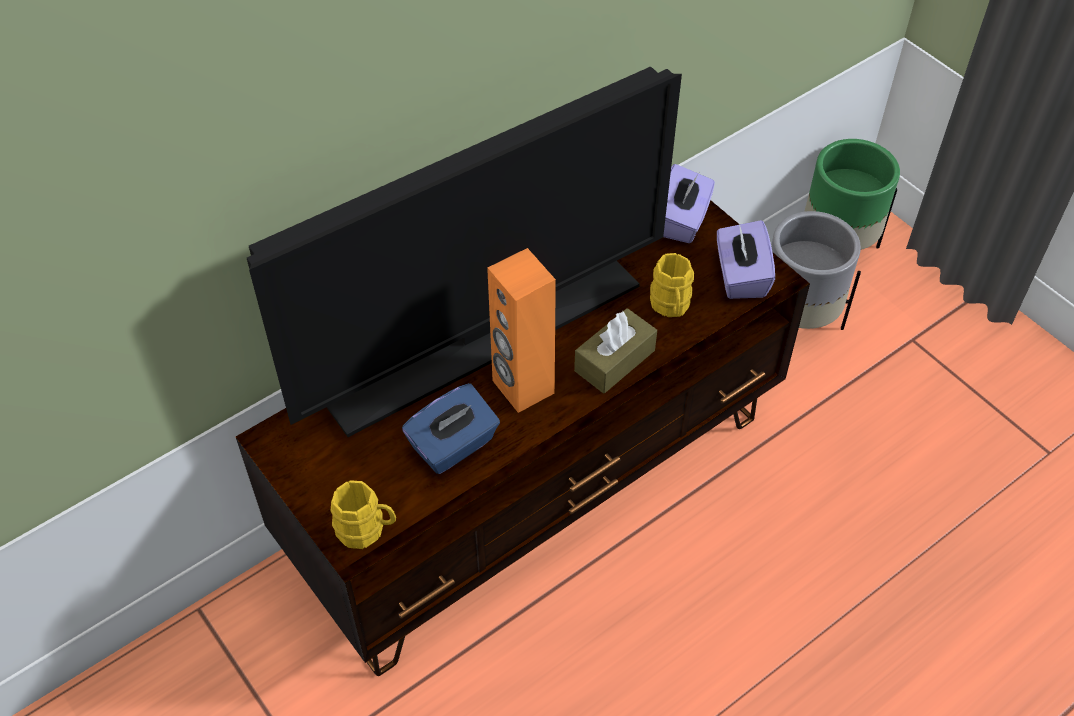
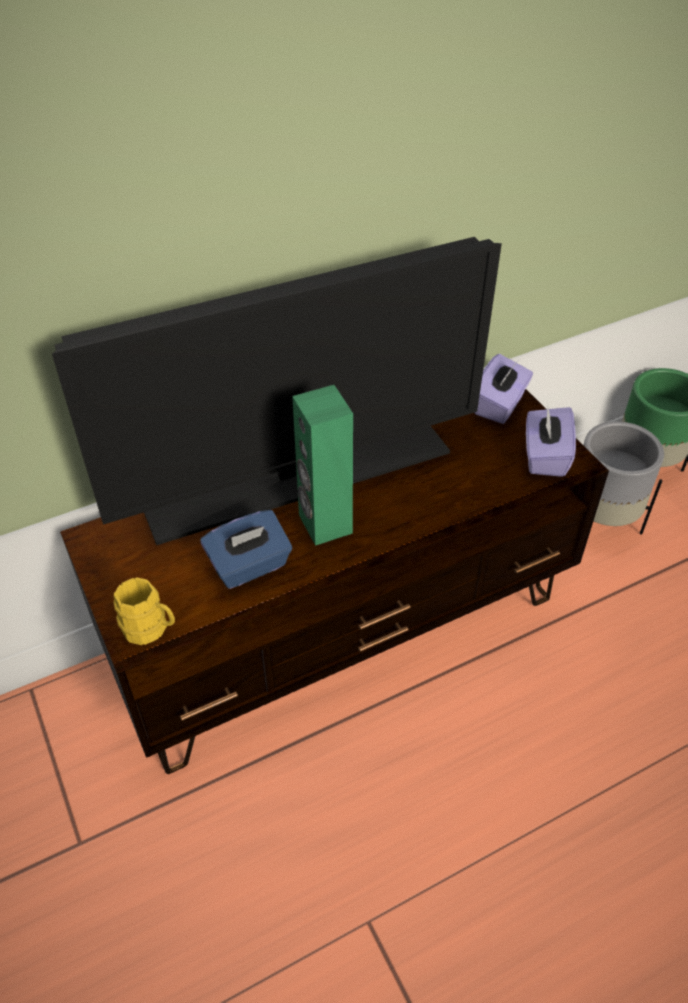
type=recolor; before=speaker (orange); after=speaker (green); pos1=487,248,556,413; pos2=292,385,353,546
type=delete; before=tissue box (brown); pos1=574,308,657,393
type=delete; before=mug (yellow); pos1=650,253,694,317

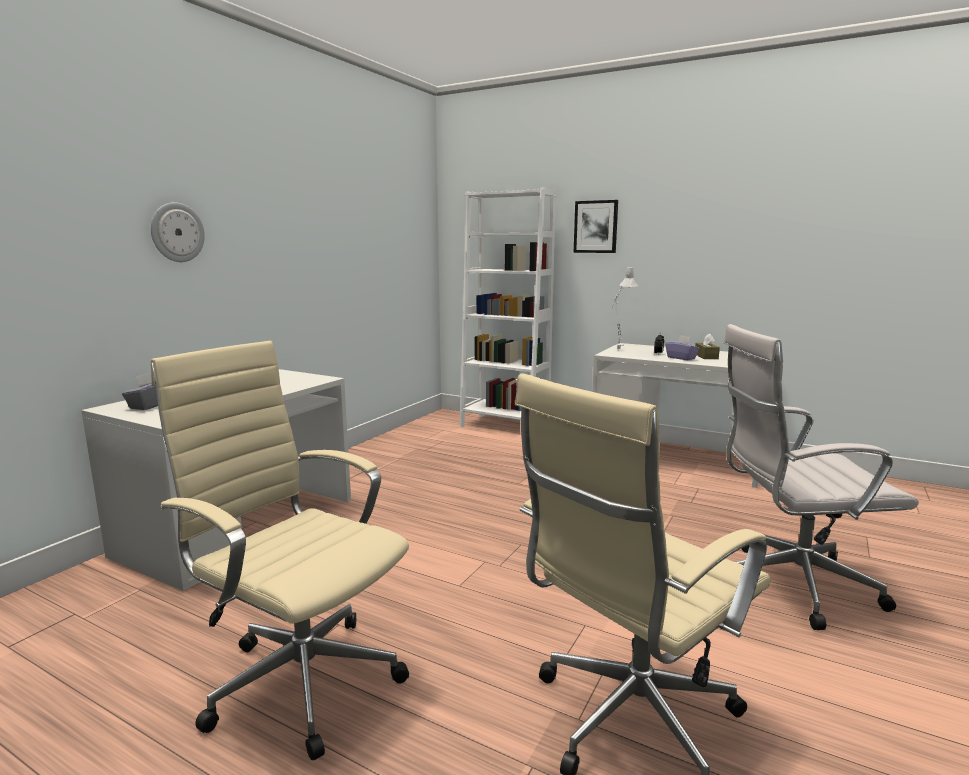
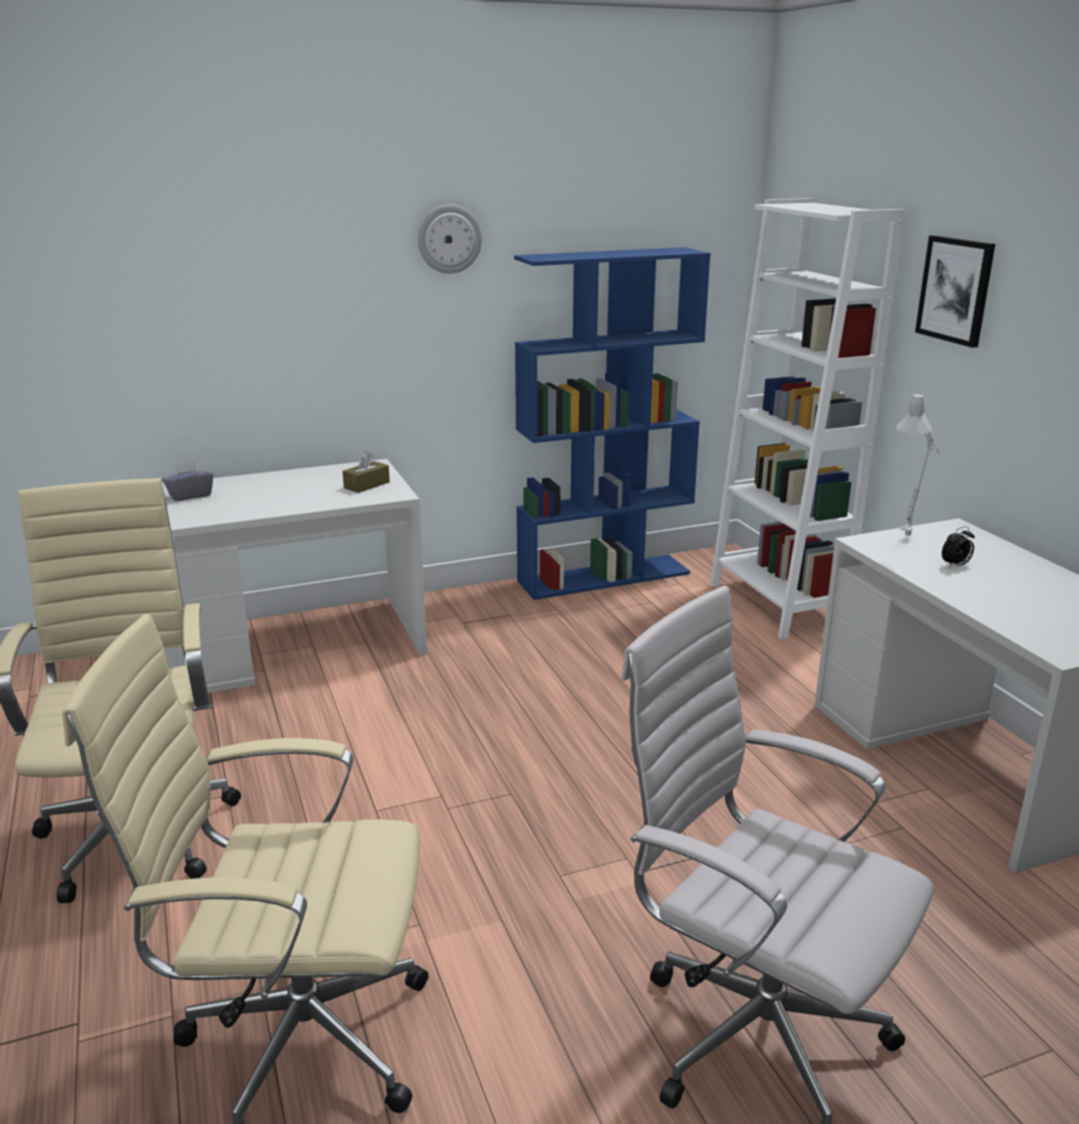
type=move; before=wall clock; pos1=151,202,205,262; pos2=418,204,482,274
type=delete; before=tissue box (purple); pos1=665,335,700,360
type=move; before=tissue box (brown); pos1=695,334,720,359; pos2=343,451,390,493
type=insert; after=bookcase (blue); pos2=514,247,711,600

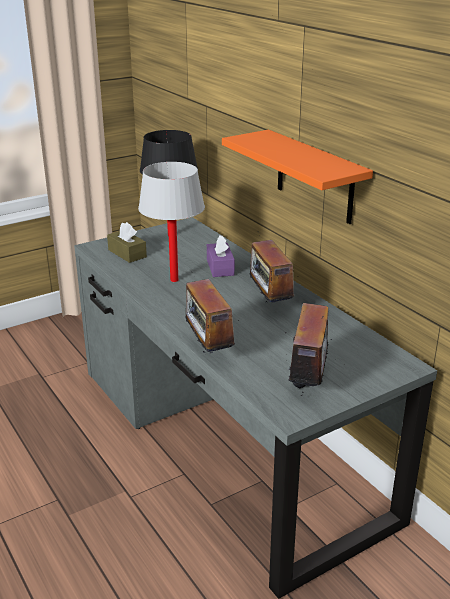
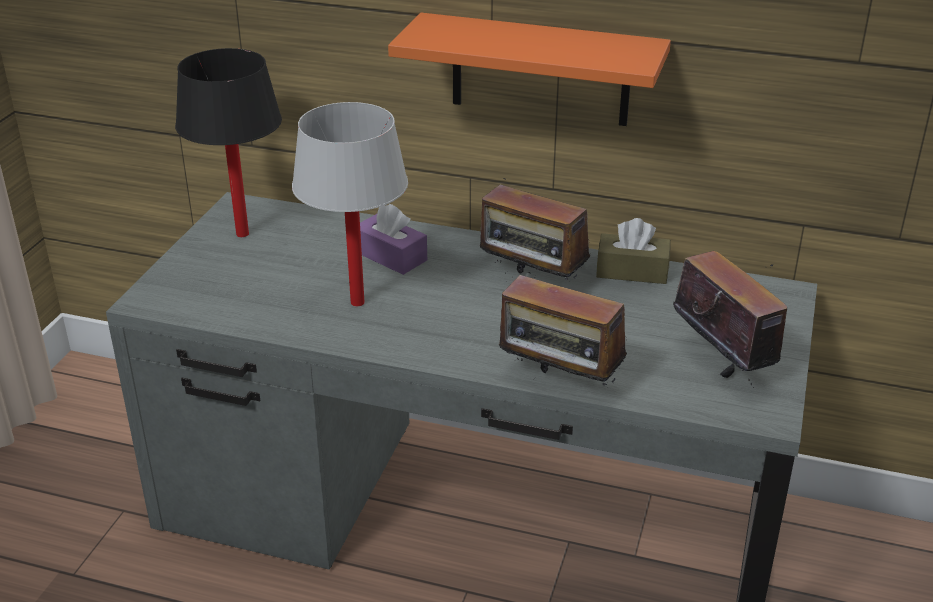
type=move; before=tissue box (brown); pos1=107,222,147,263; pos2=596,218,671,284

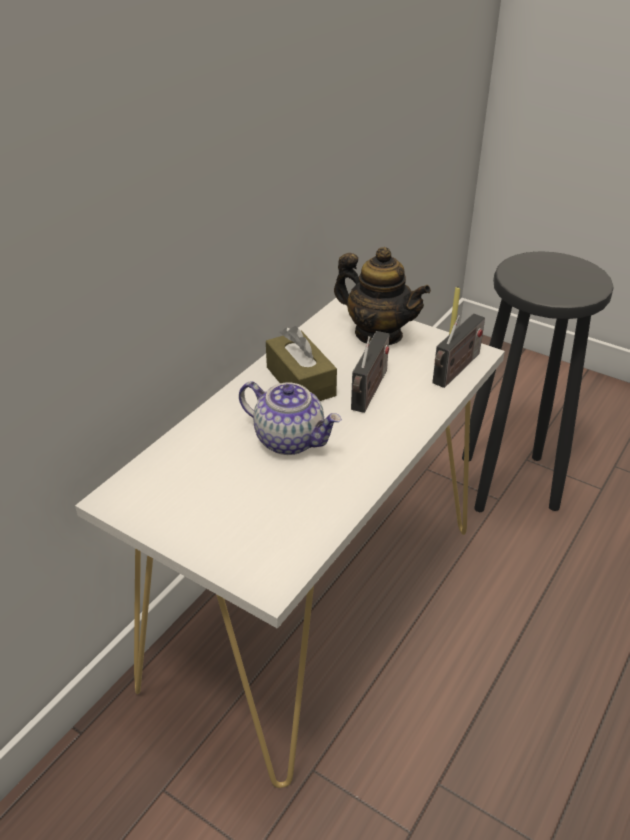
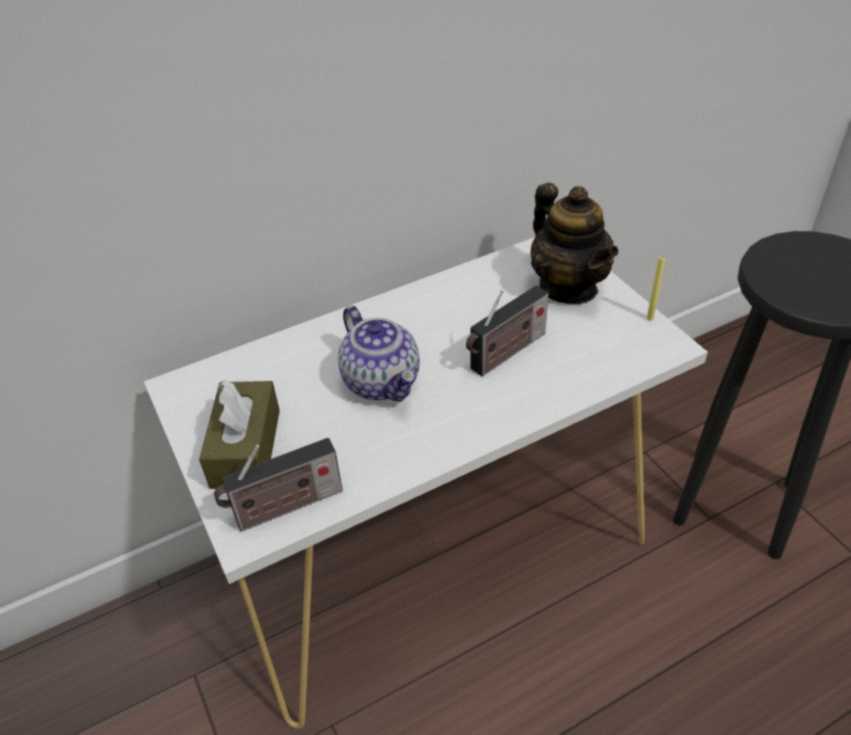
type=move; before=tissue box (brown); pos1=266,326,337,401; pos2=199,380,280,489
type=move; before=radio; pos1=432,313,485,388; pos2=214,438,343,532

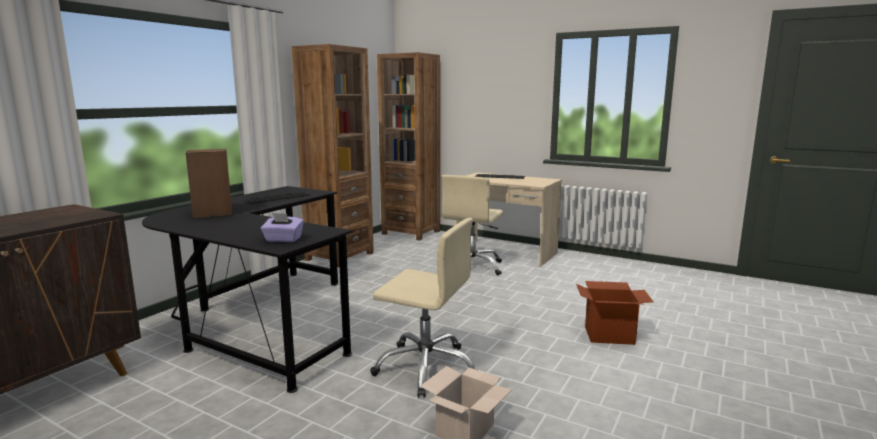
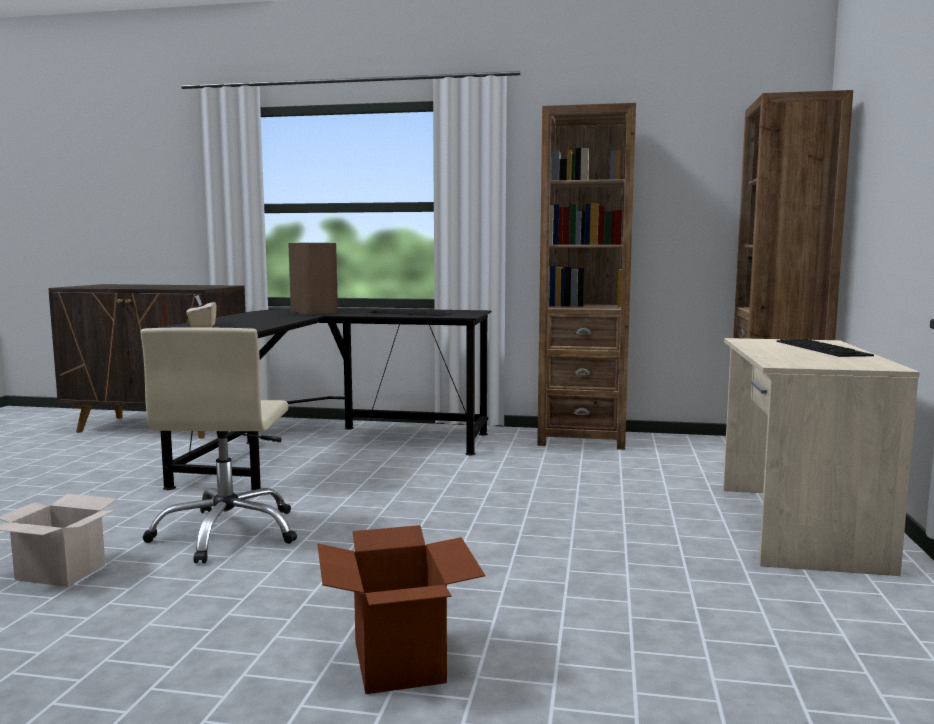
type=recolor; before=tissue box (purple); after=tissue box (beige); pos1=261,213,304,242; pos2=186,295,217,328
type=delete; before=office chair (beige); pos1=442,175,504,275

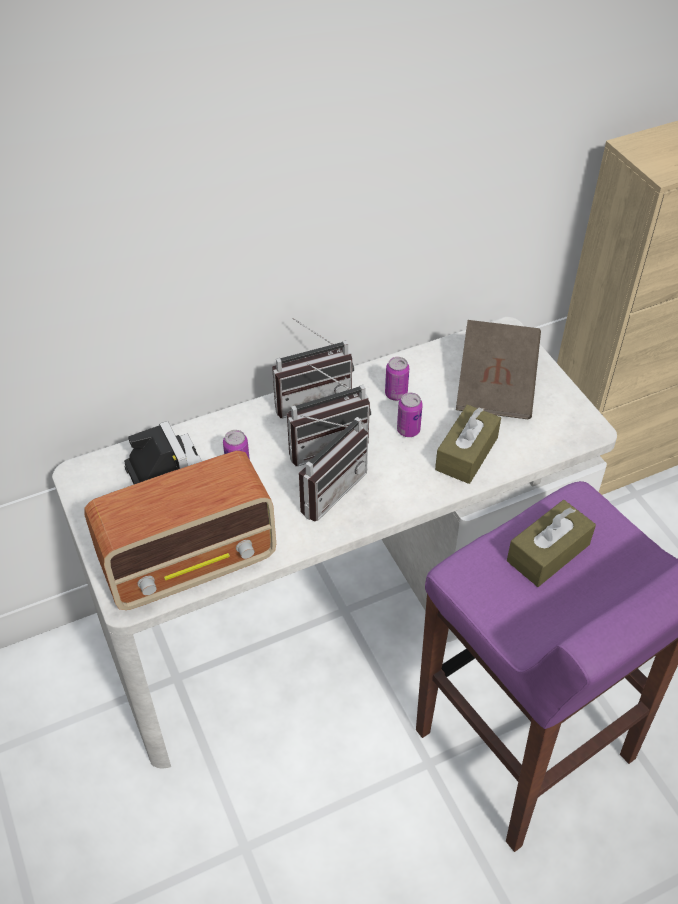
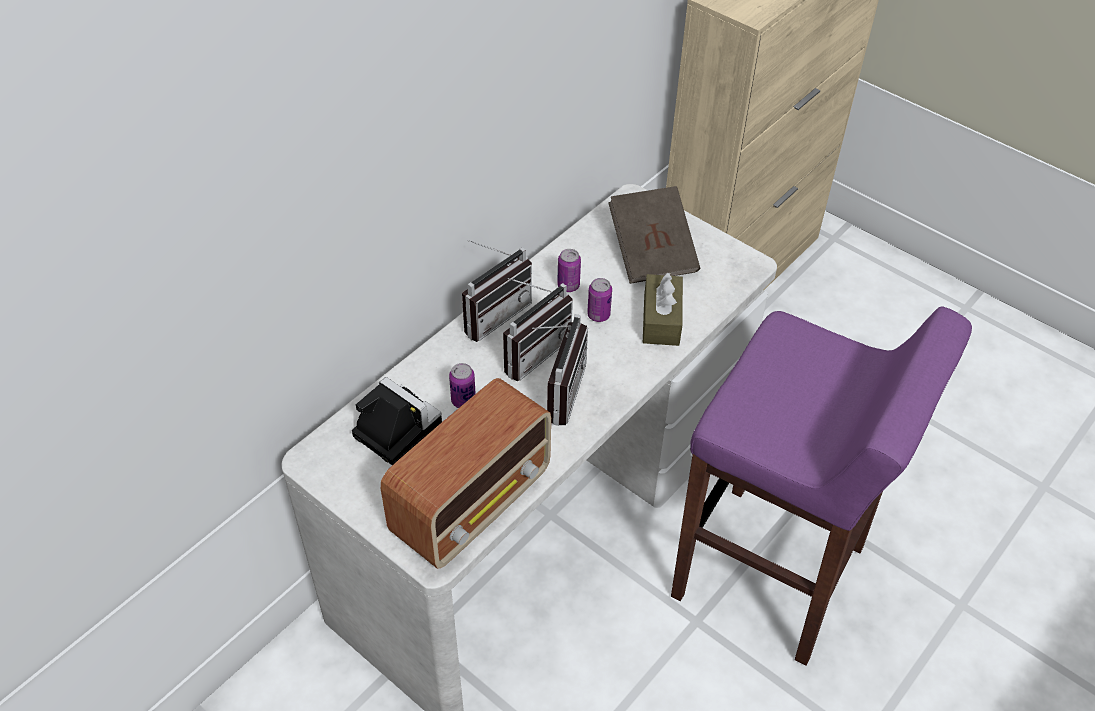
type=delete; before=tissue box (brown); pos1=507,500,596,587

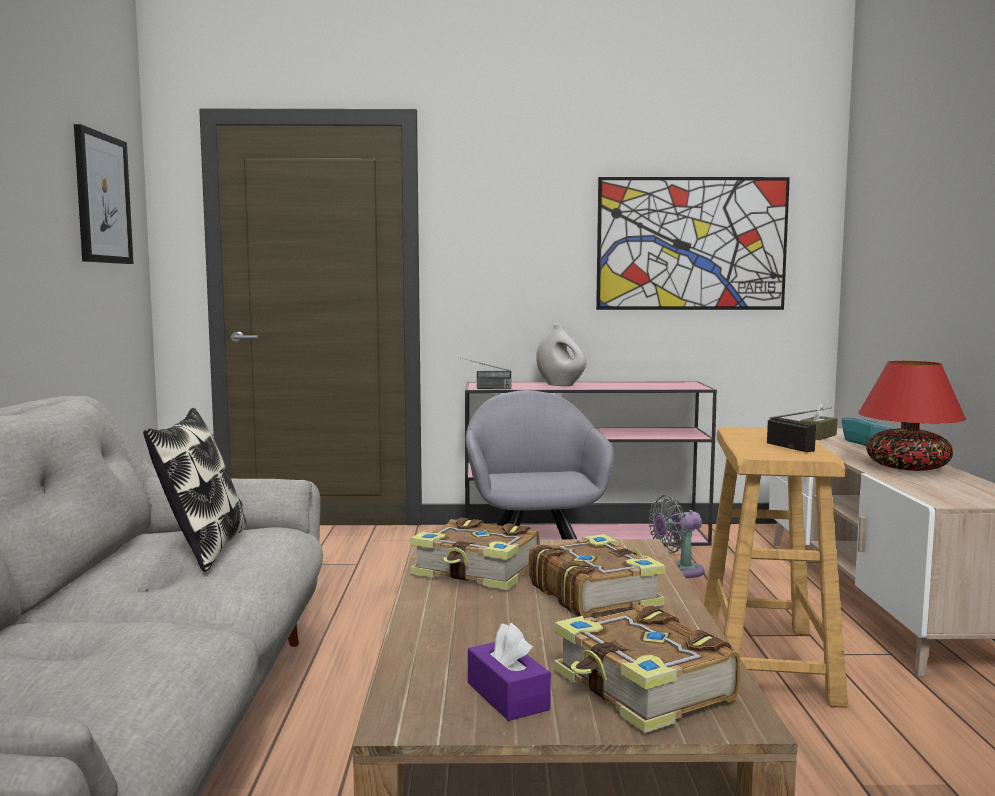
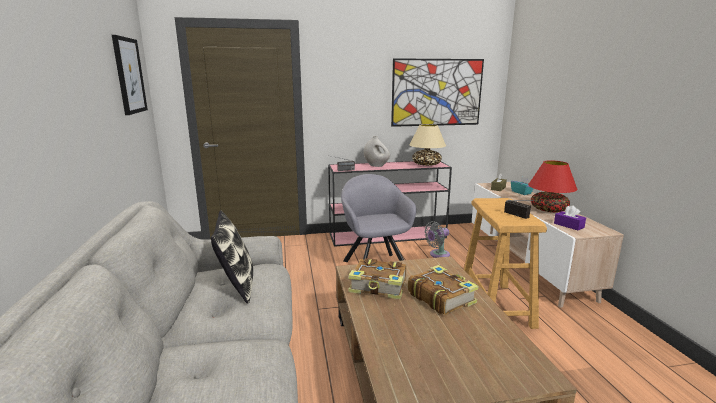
type=move; before=tissue box (purple); pos1=468,623,551,721; pos2=554,205,586,230
type=delete; before=book; pos1=554,605,741,733
type=insert; after=table lamp (beige); pos2=409,124,446,166

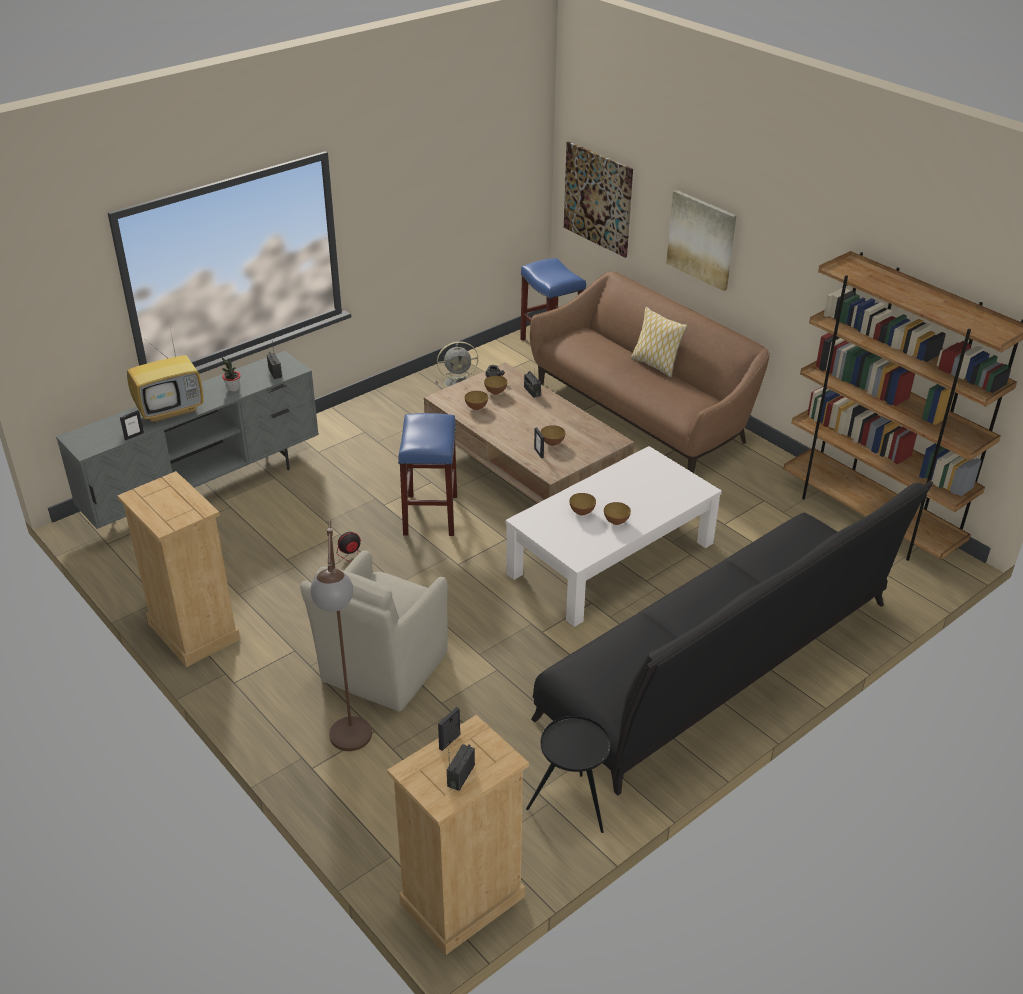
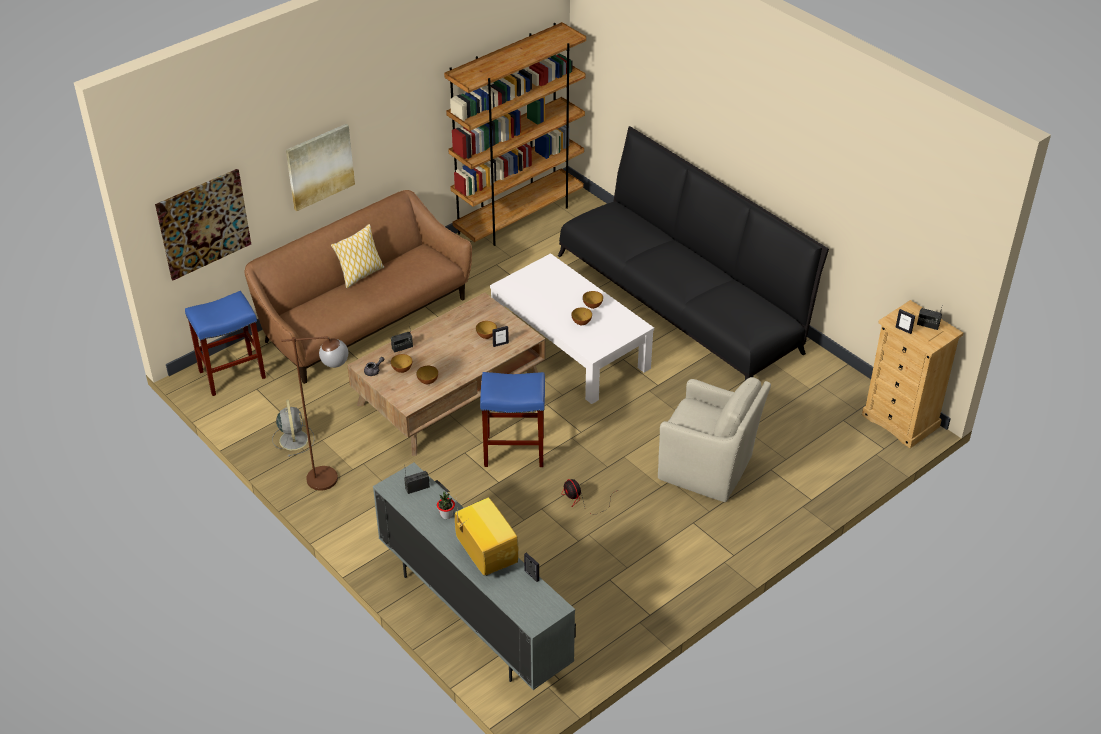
type=delete; before=dresser (beige); pos1=117,471,240,667
type=move; before=floor lamp (brown); pos1=310,520,372,751; pos2=281,336,348,491
type=delete; before=side table (black); pos1=526,716,610,833

